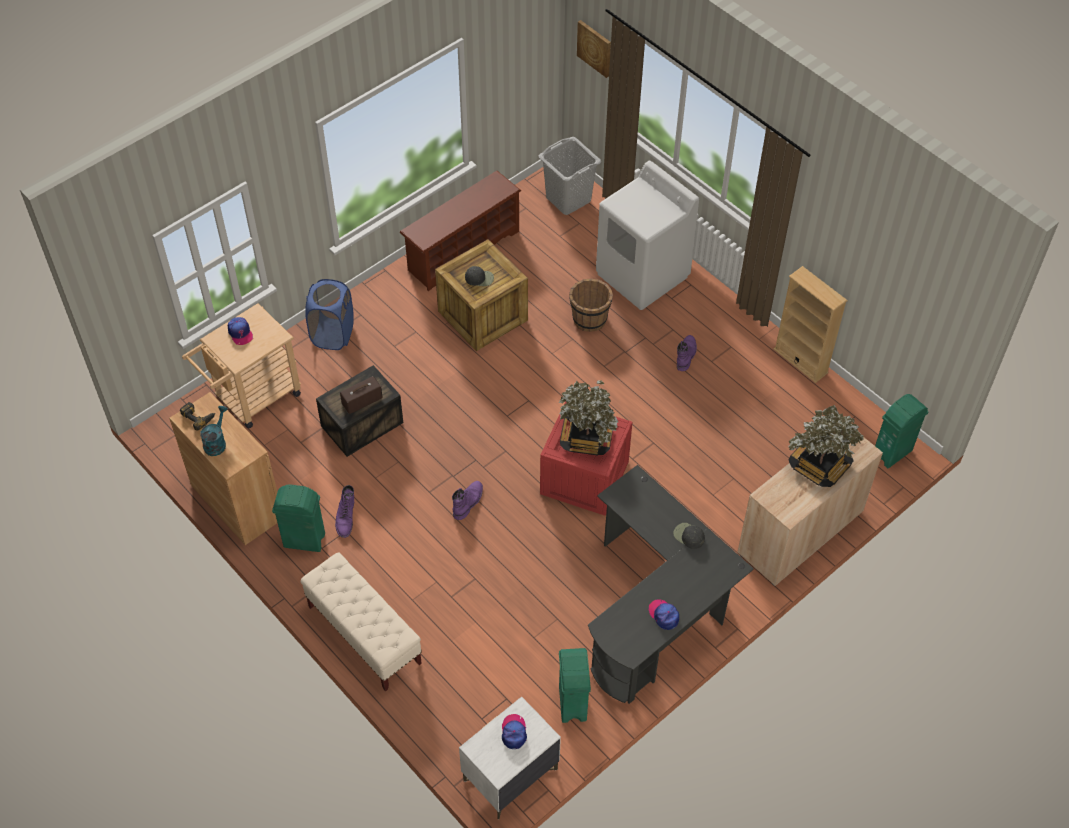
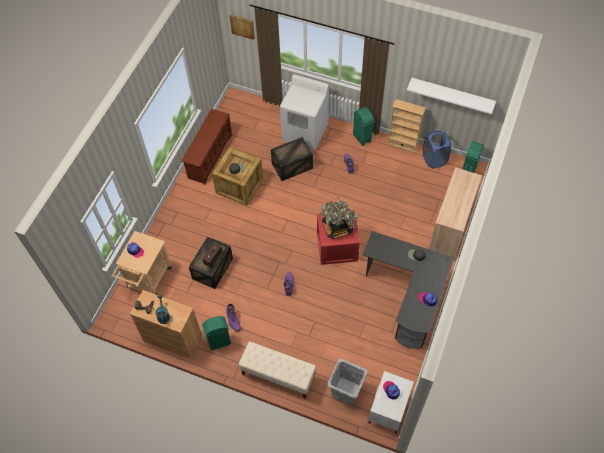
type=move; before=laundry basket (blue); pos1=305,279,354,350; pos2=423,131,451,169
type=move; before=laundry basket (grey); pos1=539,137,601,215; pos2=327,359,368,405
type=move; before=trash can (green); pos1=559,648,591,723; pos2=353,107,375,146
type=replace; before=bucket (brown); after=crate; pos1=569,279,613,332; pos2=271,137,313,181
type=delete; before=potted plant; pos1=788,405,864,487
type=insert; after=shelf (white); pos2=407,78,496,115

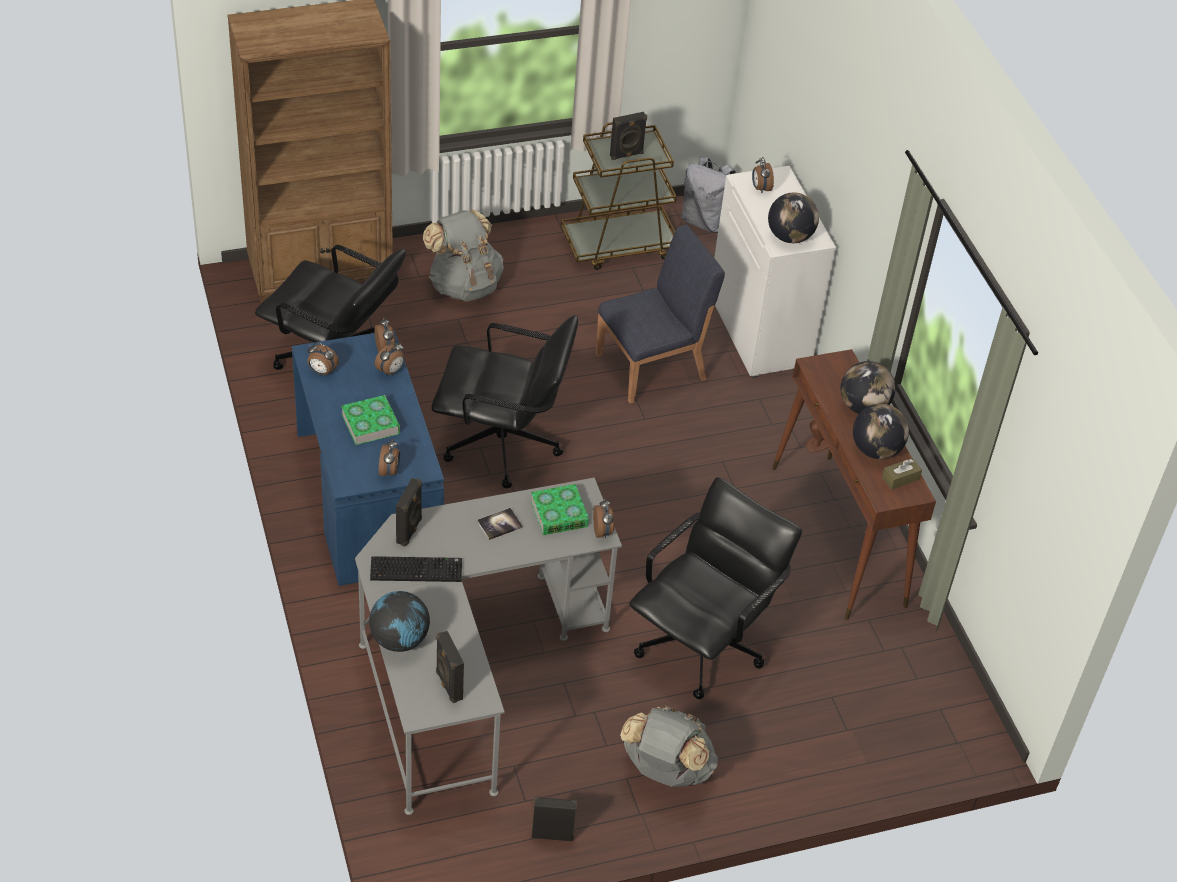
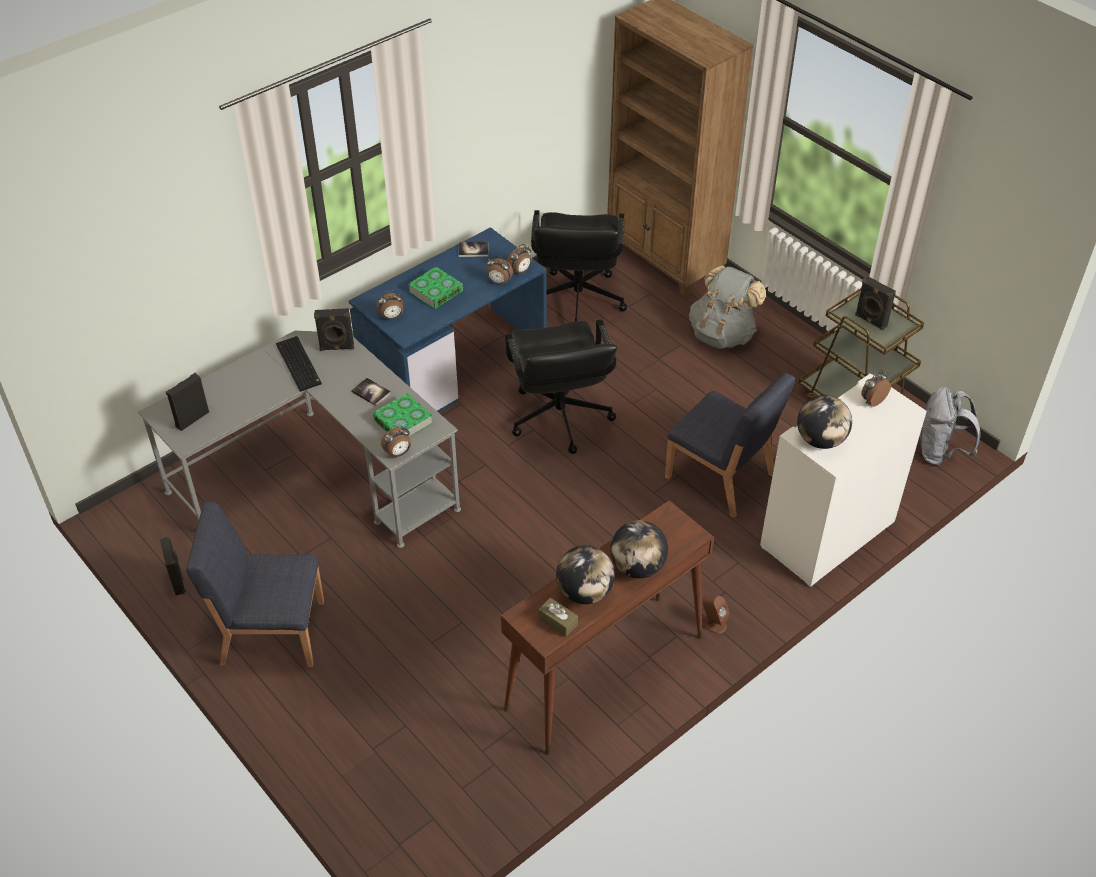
type=replace; before=alarm clock; after=book; pos1=307,343,339,375; pos2=459,242,488,257
type=delete; before=globe; pos1=369,591,430,652
type=replace; before=backpack (grey); after=chair (blue); pos1=620,705,718,787; pos2=186,502,324,667
type=delete; before=office chair (black); pos1=629,477,802,699

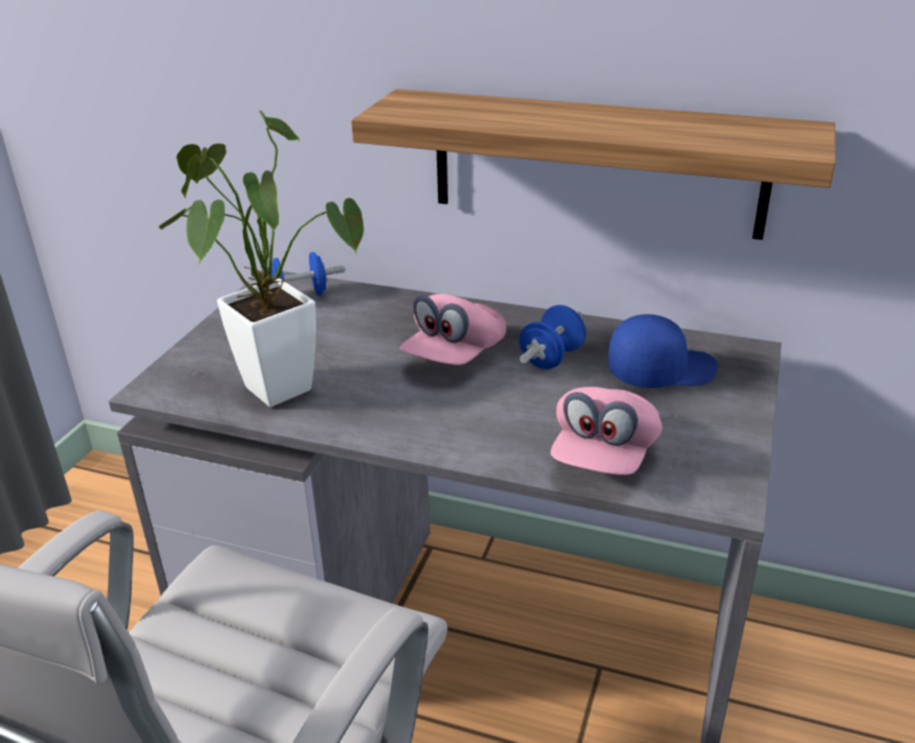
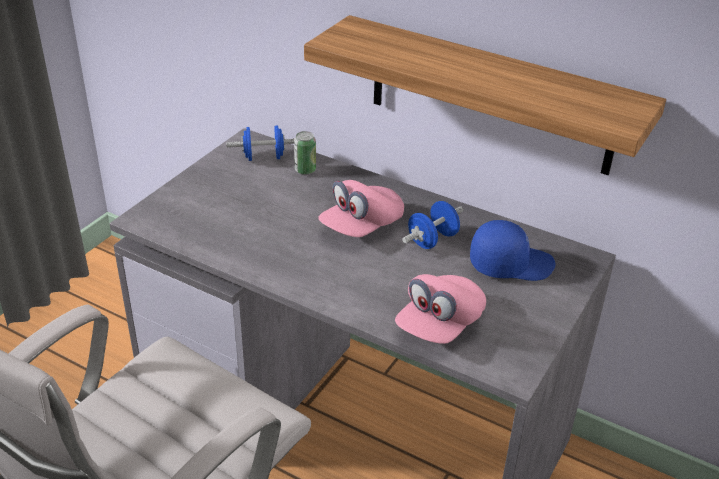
type=delete; before=potted plant; pos1=159,110,364,407
type=insert; after=can; pos2=294,131,316,175

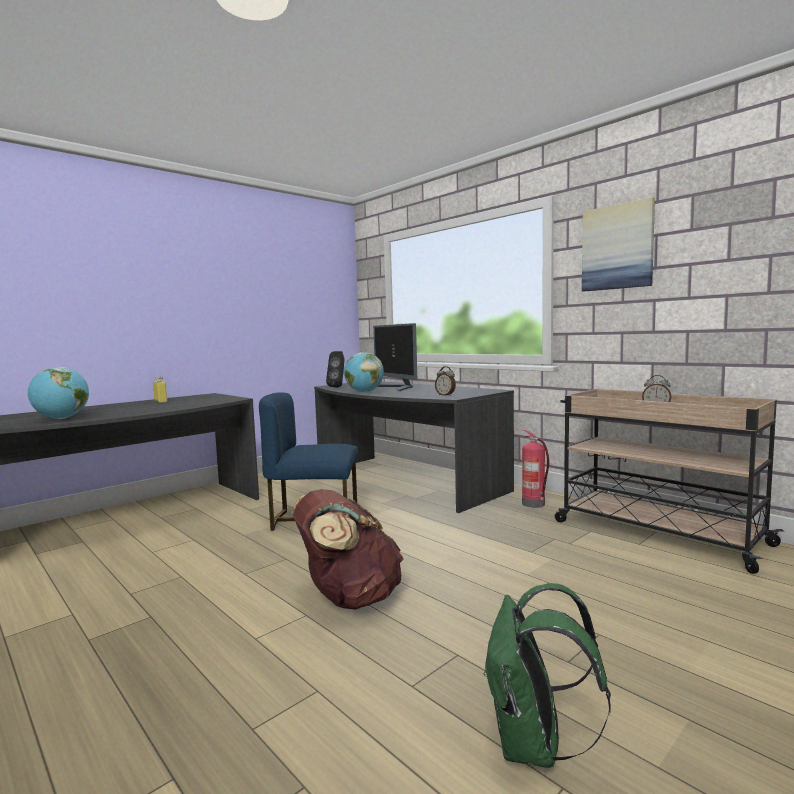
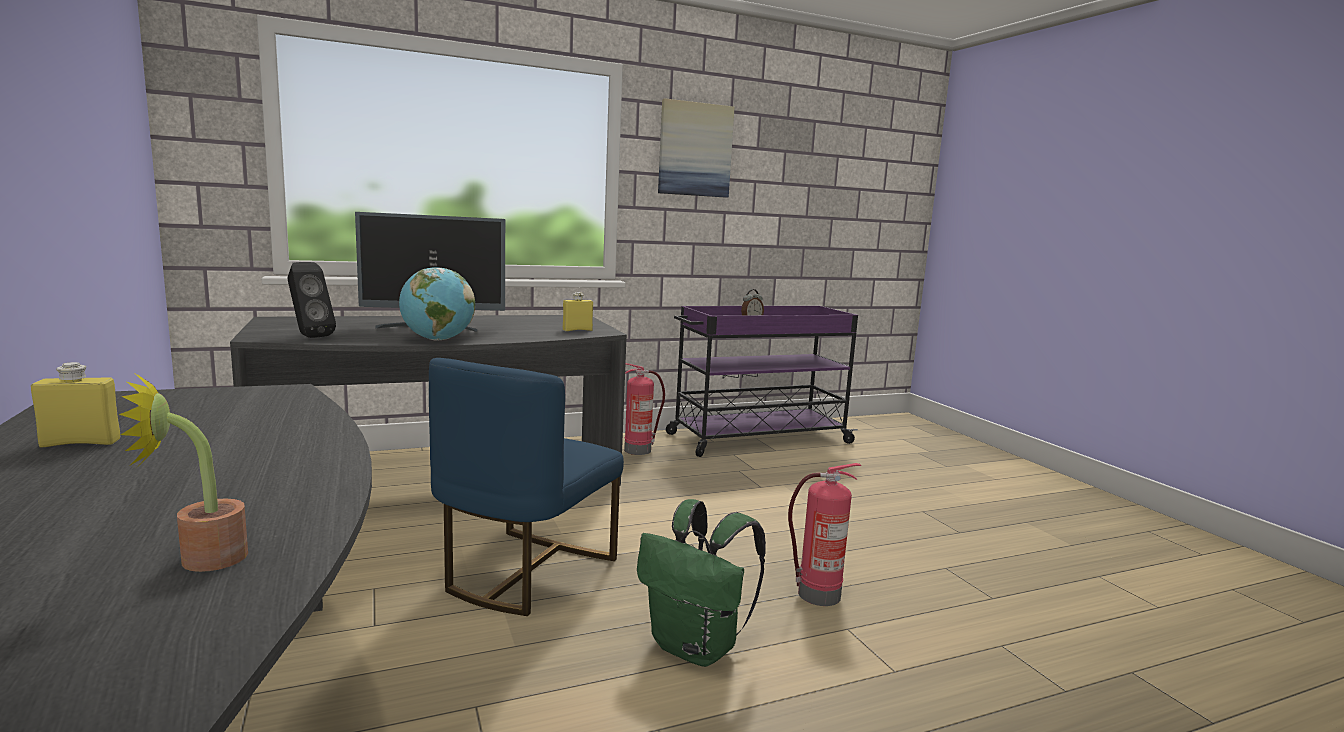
type=replace; before=globe; after=potted plant; pos1=28,367,89,419; pos2=119,374,248,572
type=replace; before=backpack (brown); after=fire extinguisher; pos1=293,489,404,610; pos2=788,463,861,606
type=replace; before=alarm clock; after=bottle (yellow); pos1=435,366,456,396; pos2=563,292,593,331
type=move; before=backpack (green); pos1=483,583,611,768; pos2=637,499,766,667
type=recolor; before=cart (beige); after=cart (purple); pos1=555,389,784,574; pos2=666,306,858,457

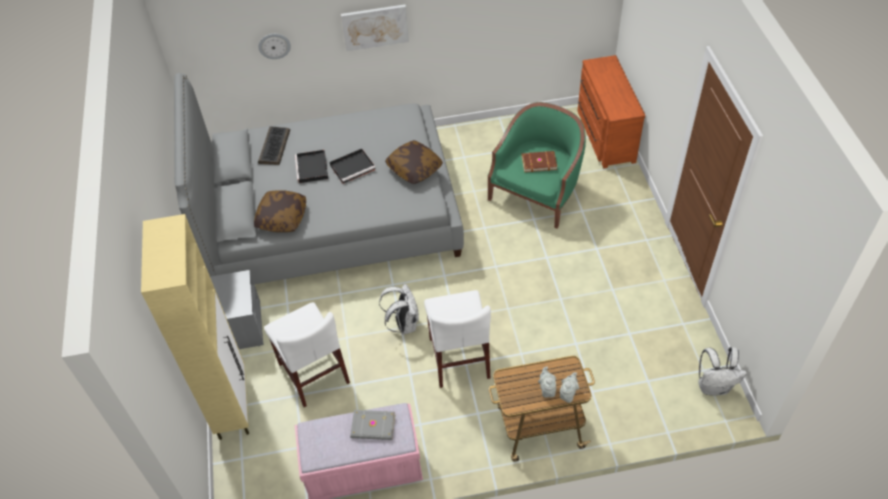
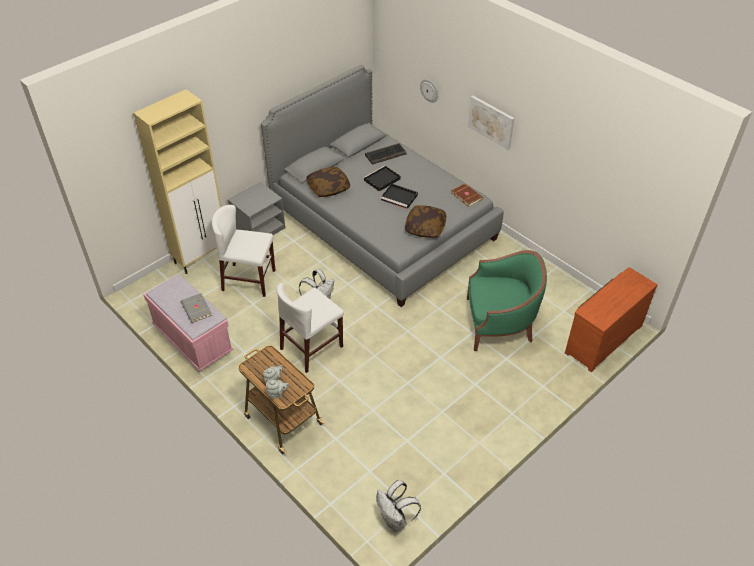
type=rotate; before=chair (white); pos1=264,302,350,407; pos2=212,205,275,297; turn=75
type=move; before=book (brown); pos1=522,151,557,172; pos2=451,183,483,207

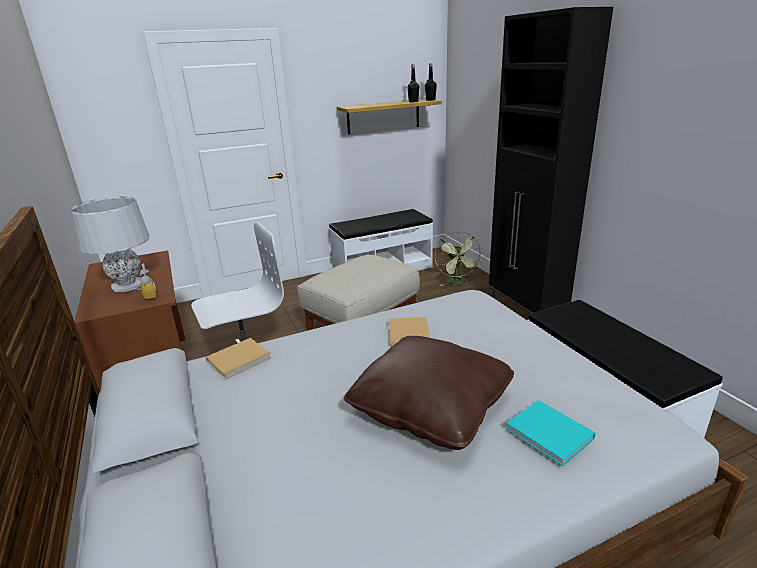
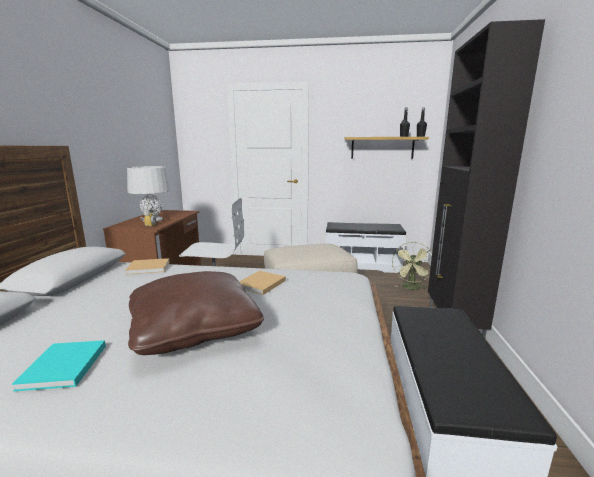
type=move; before=book (turquoise); pos1=506,400,596,466; pos2=12,340,106,392

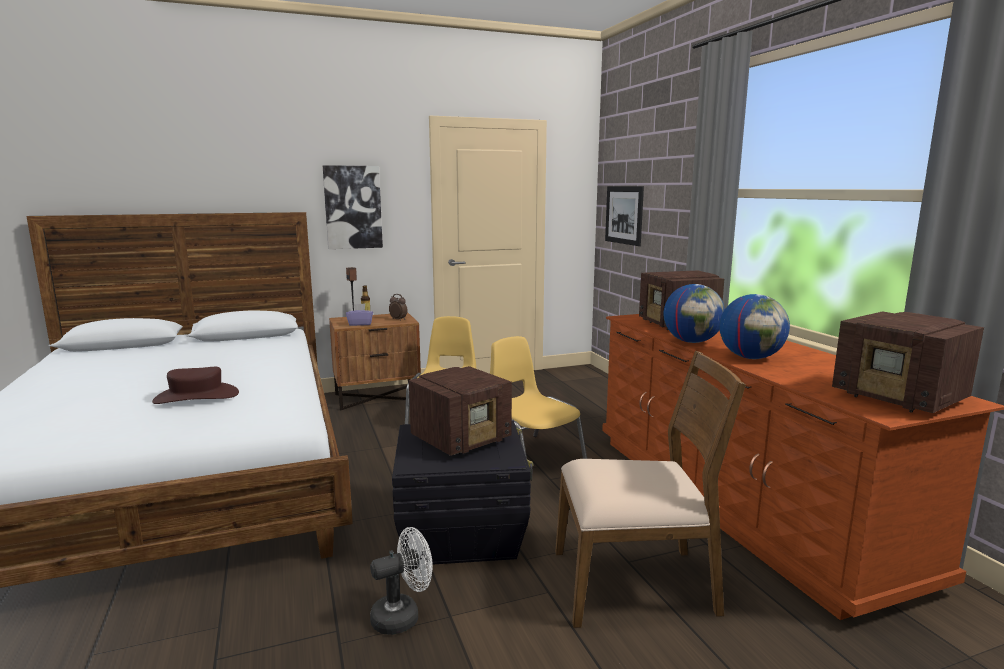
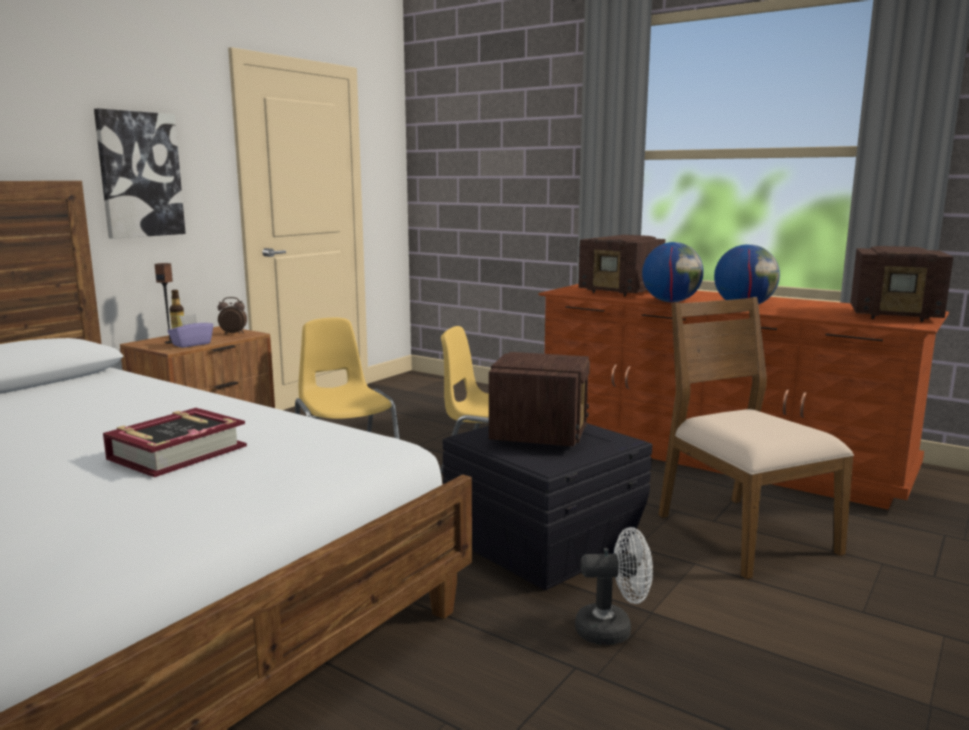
type=replace; before=hat (brown); after=book; pos1=152,367,239,404; pos2=103,408,247,477
type=rotate; before=fan (white); pos1=370,527,433,635; pos2=575,527,653,645; turn=60
type=rotate; before=chair (brown); pos1=555,351,746,628; pos2=658,297,854,580; turn=-75
type=delete; before=picture; pos1=605,186,644,246

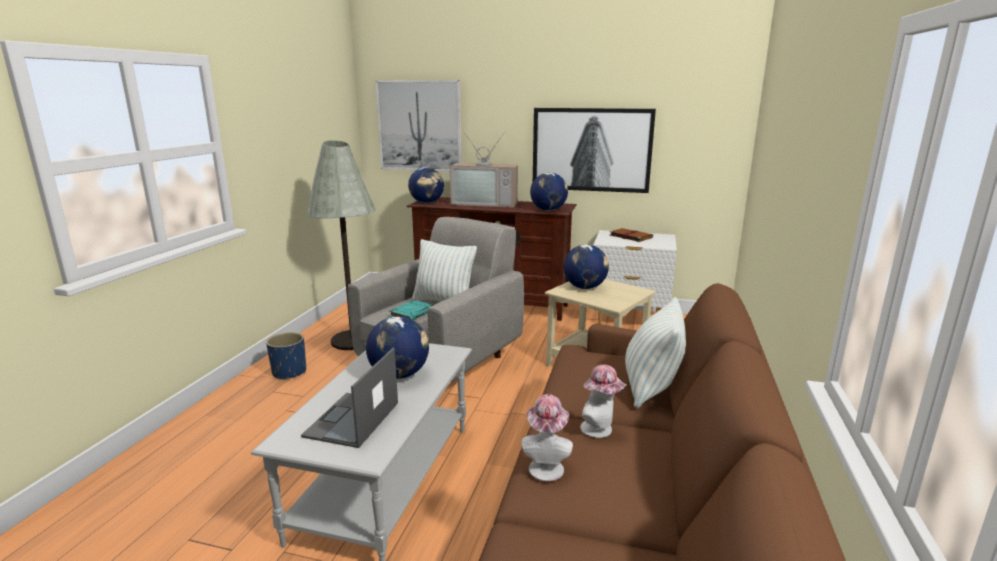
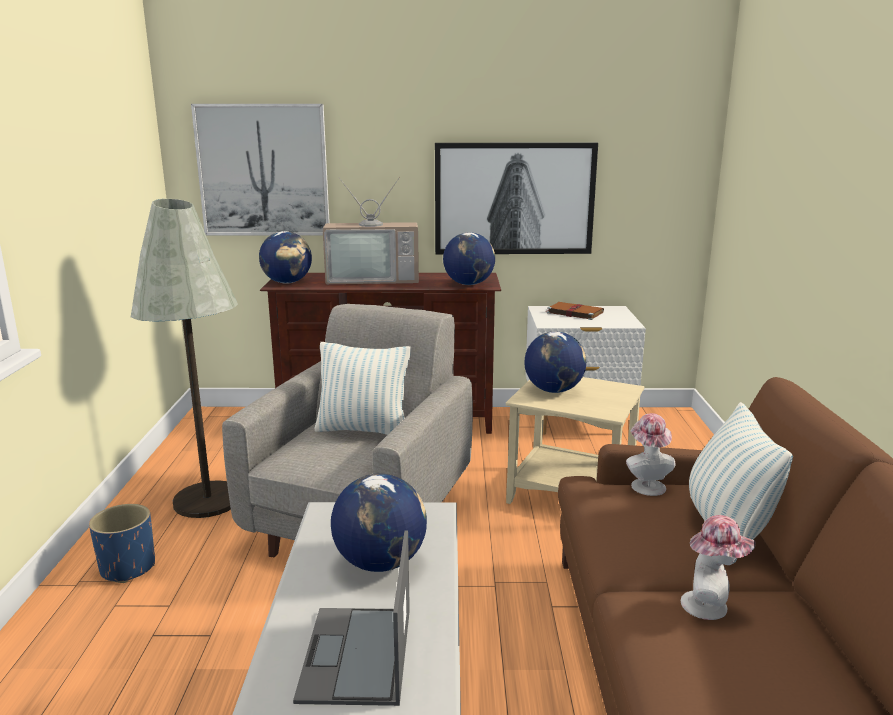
type=delete; before=book (turquoise); pos1=389,300,433,320
type=move; before=hat; pos1=522,394,573,481; pos2=626,413,676,496

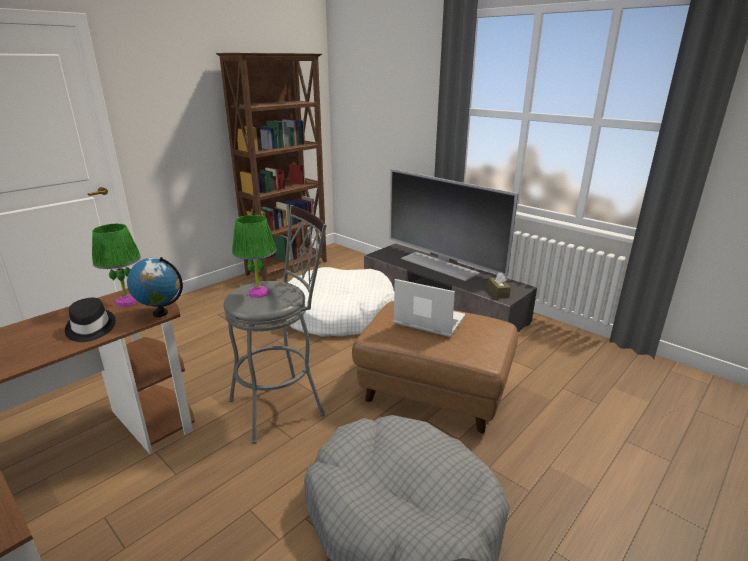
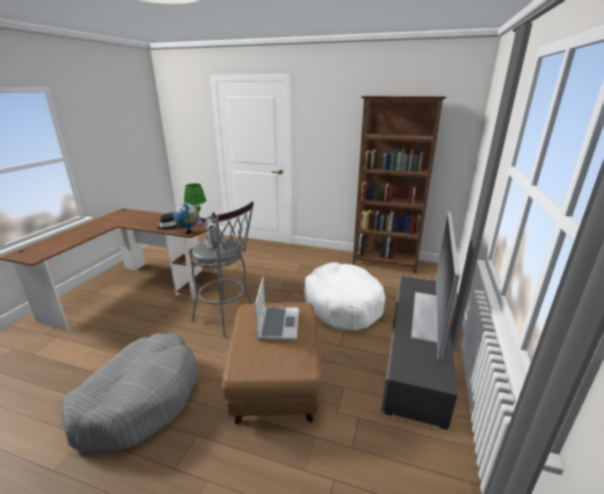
type=replace; before=table lamp (green); after=plush toy; pos1=232,215,276,298; pos2=200,212,226,249
type=delete; before=tissue box (brown); pos1=487,273,511,298

